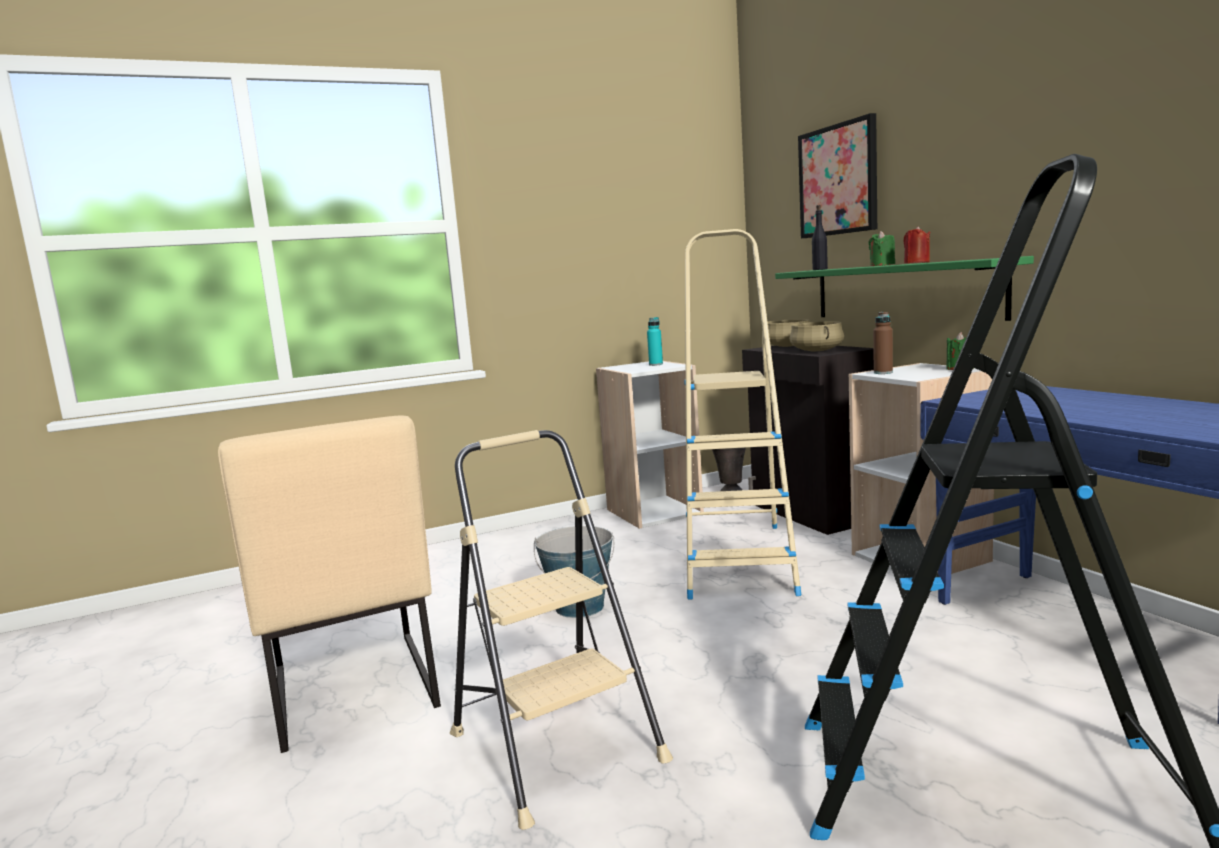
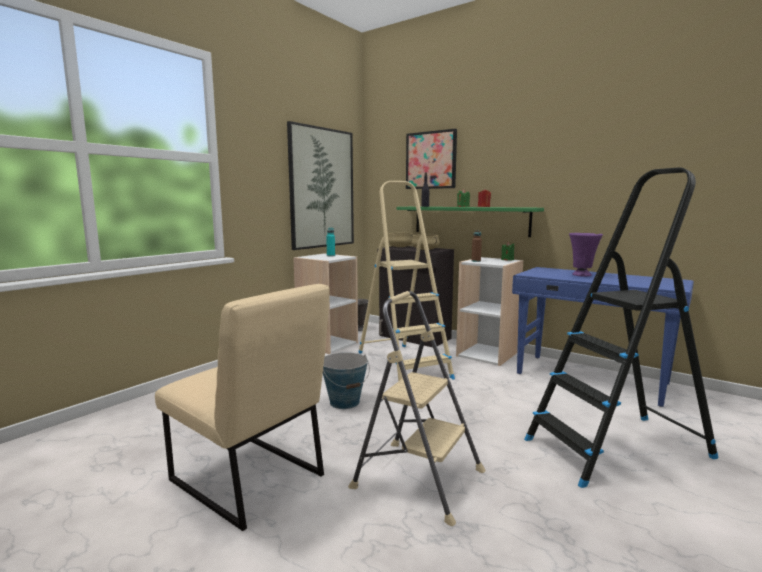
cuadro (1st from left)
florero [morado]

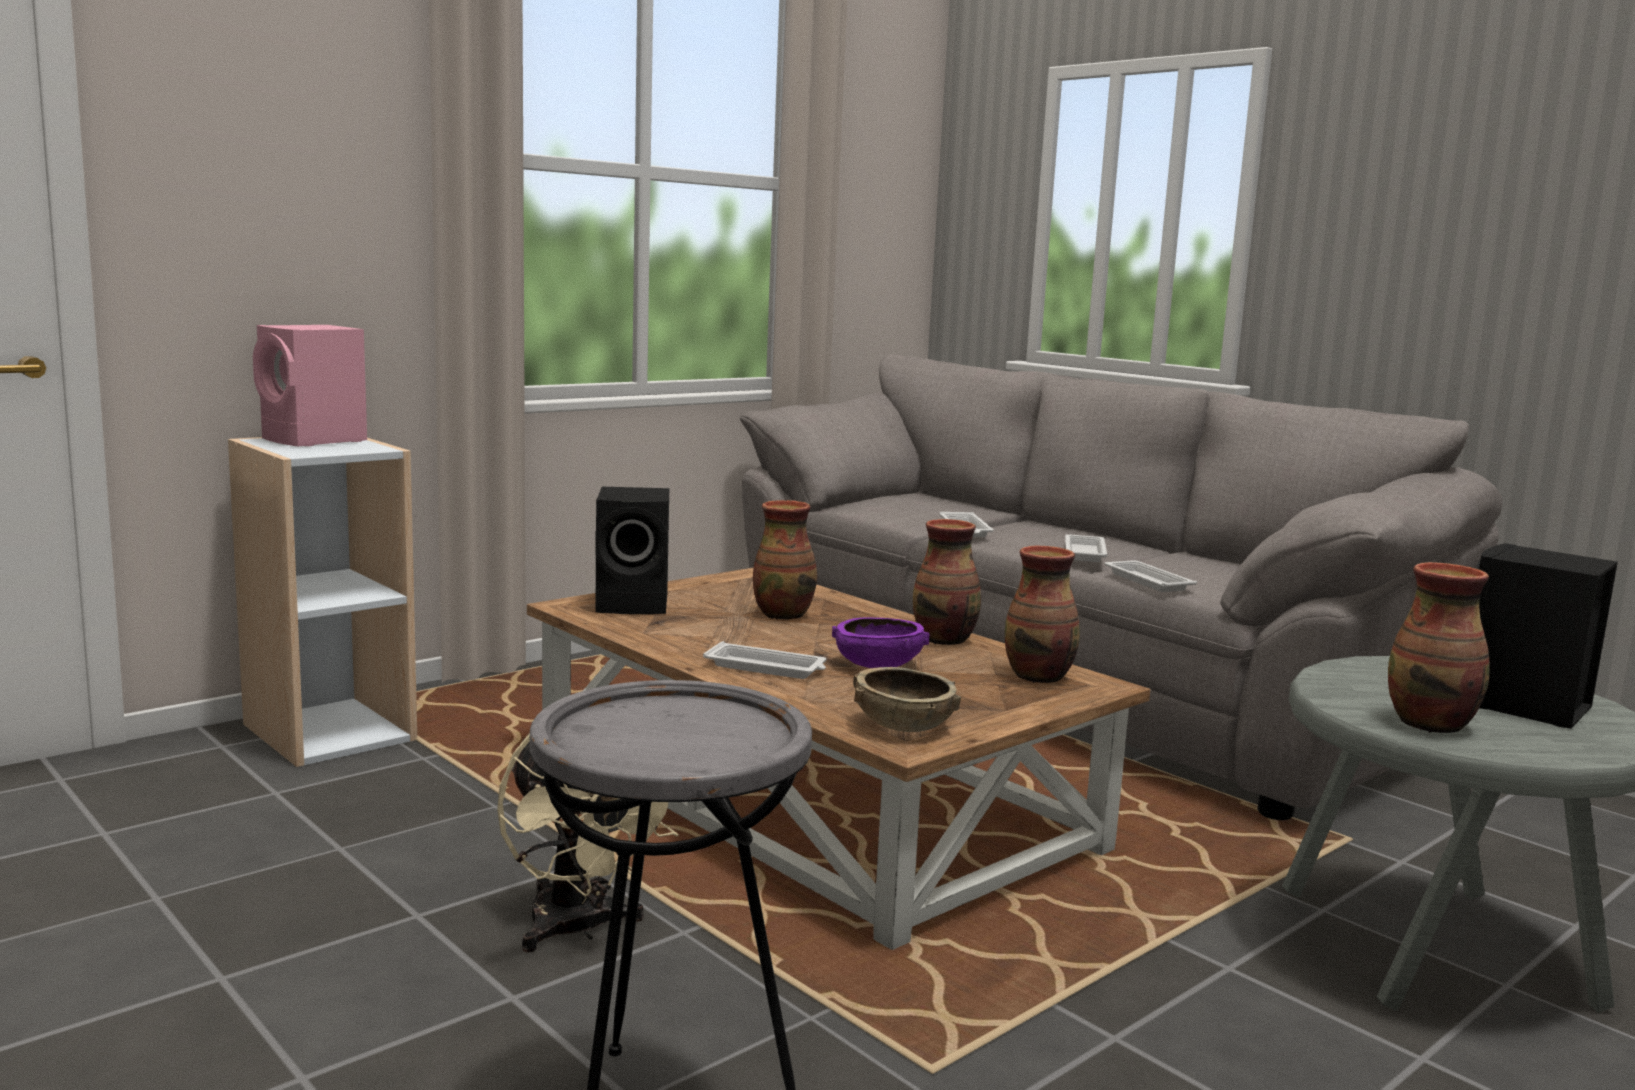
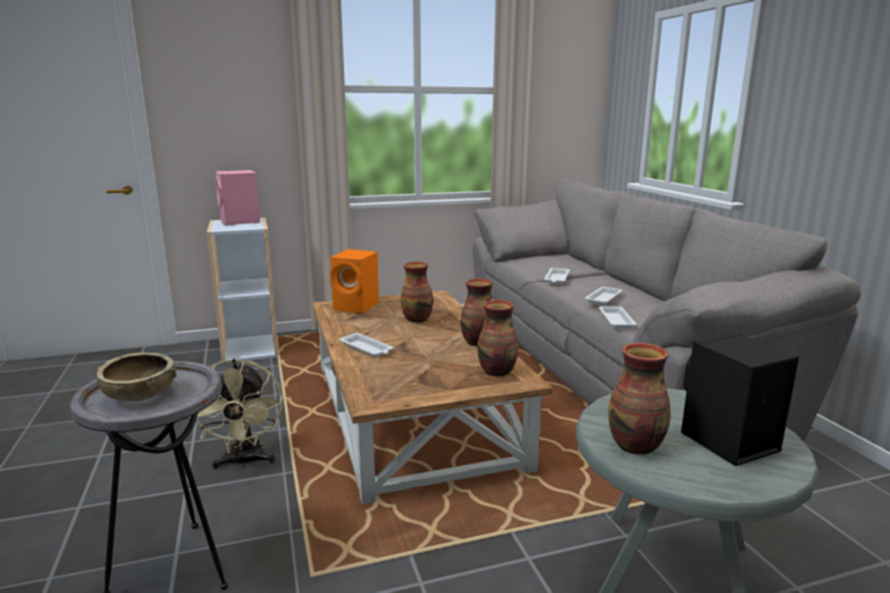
cuenco [morado]
cuenco [marrón]
altavoz [naranja]

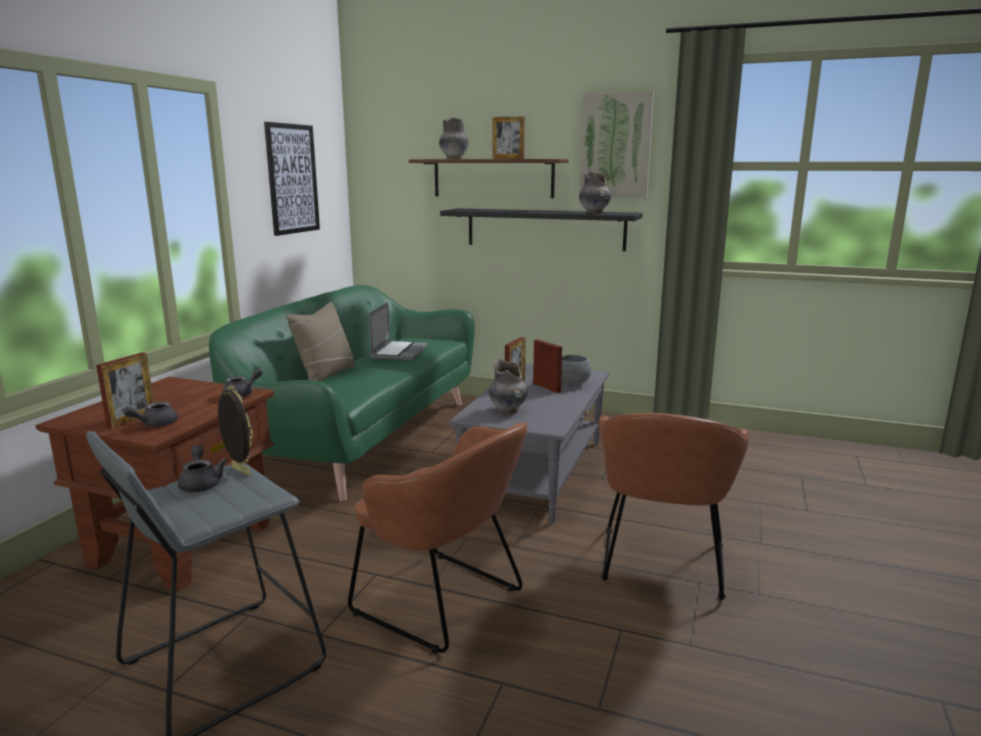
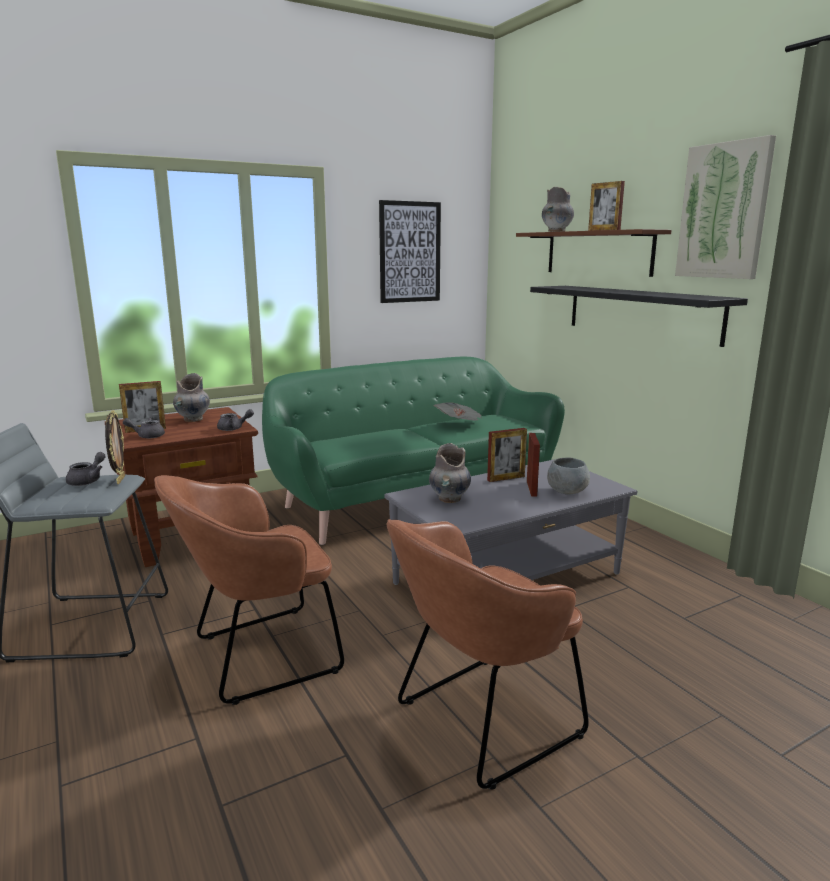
cojín [beis]
florero [gris] (1st from left)
periódico
sillón [marrón] (1st from left)

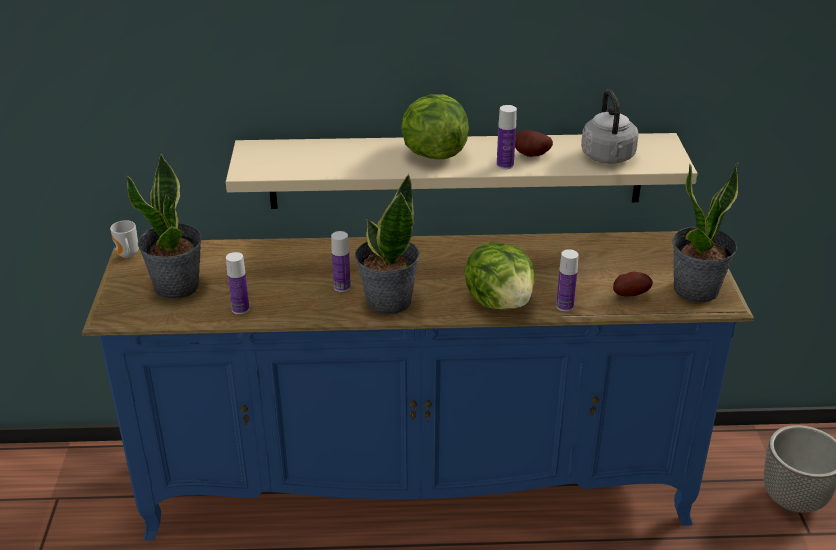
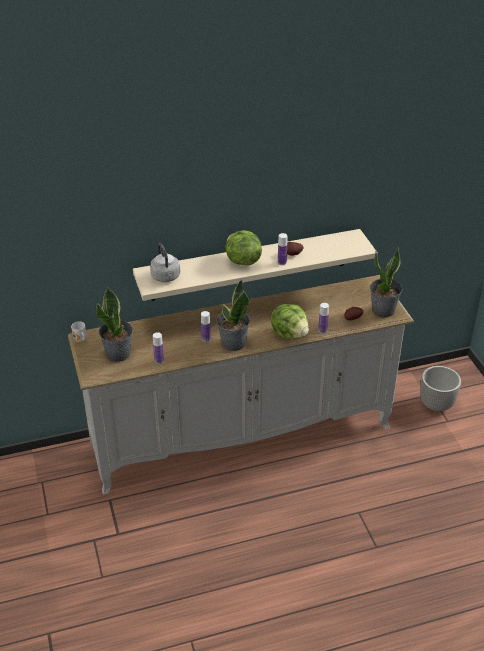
hervidor [gris]
armario [gris]

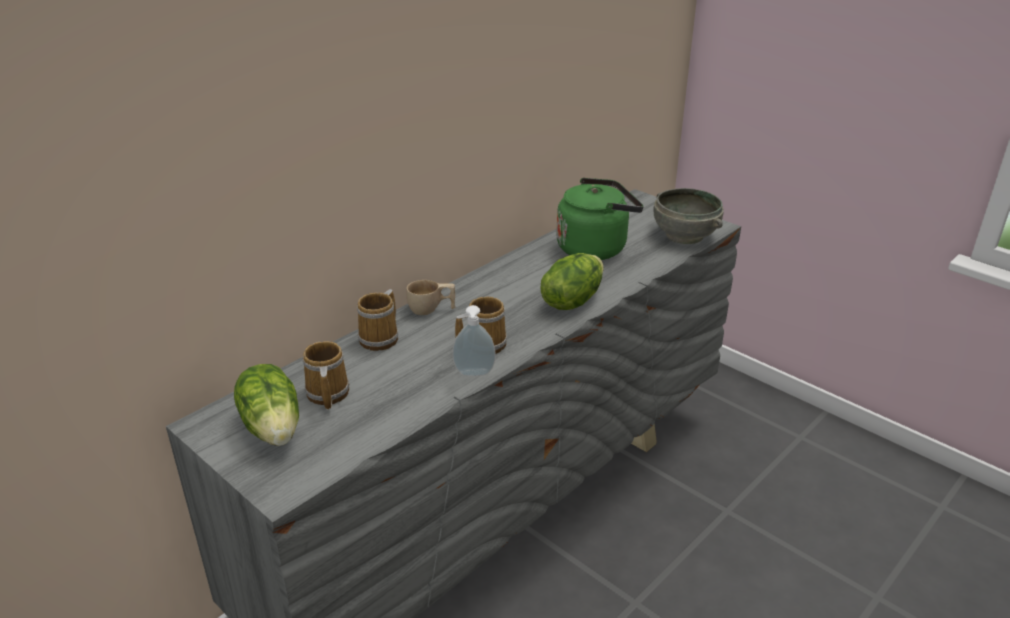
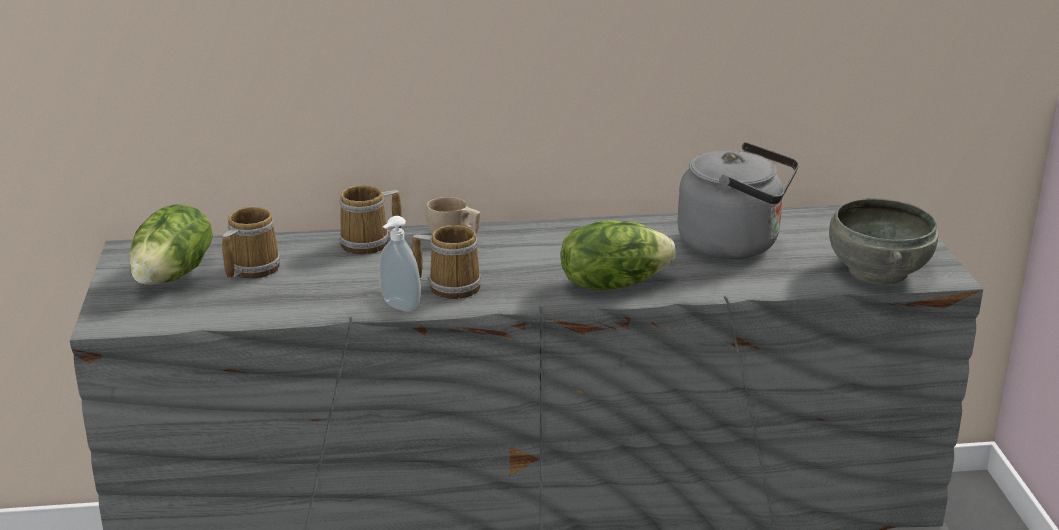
hervidor [gris]

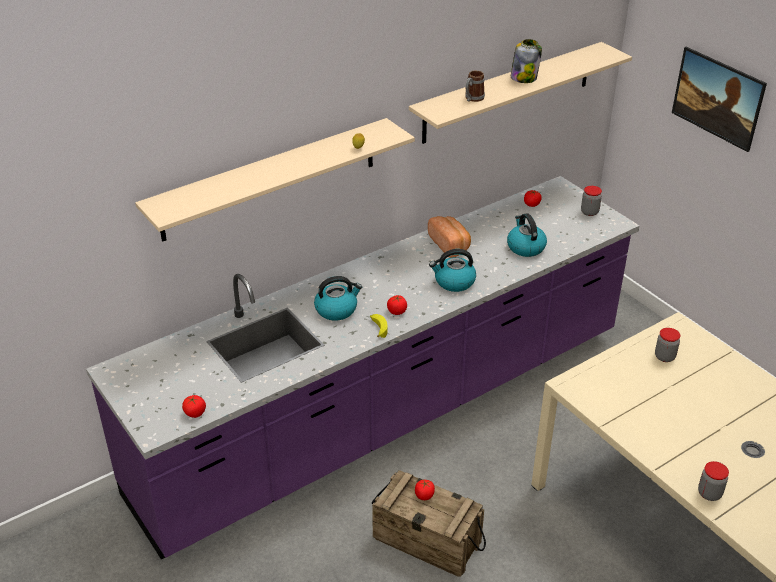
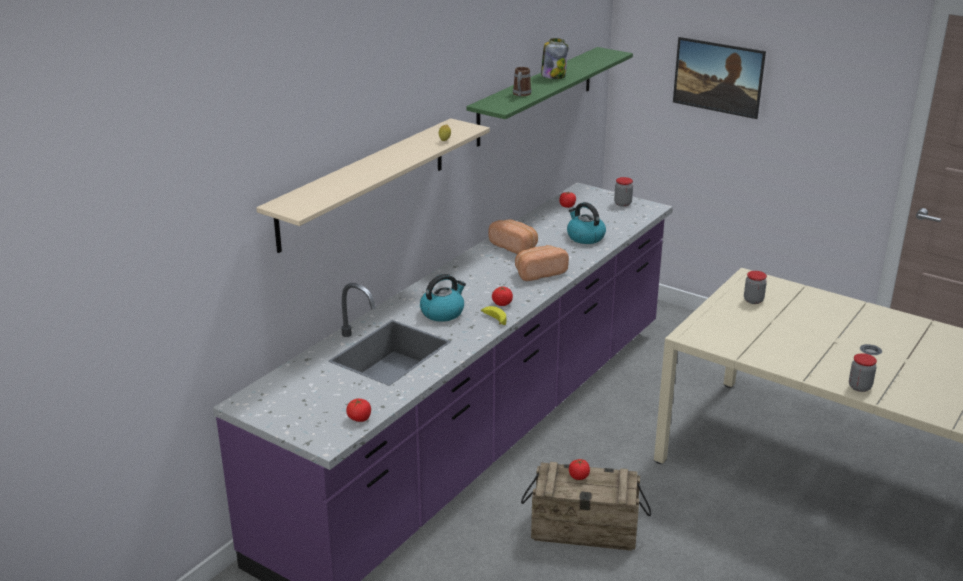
pan (2nd from left)
estante [verde]

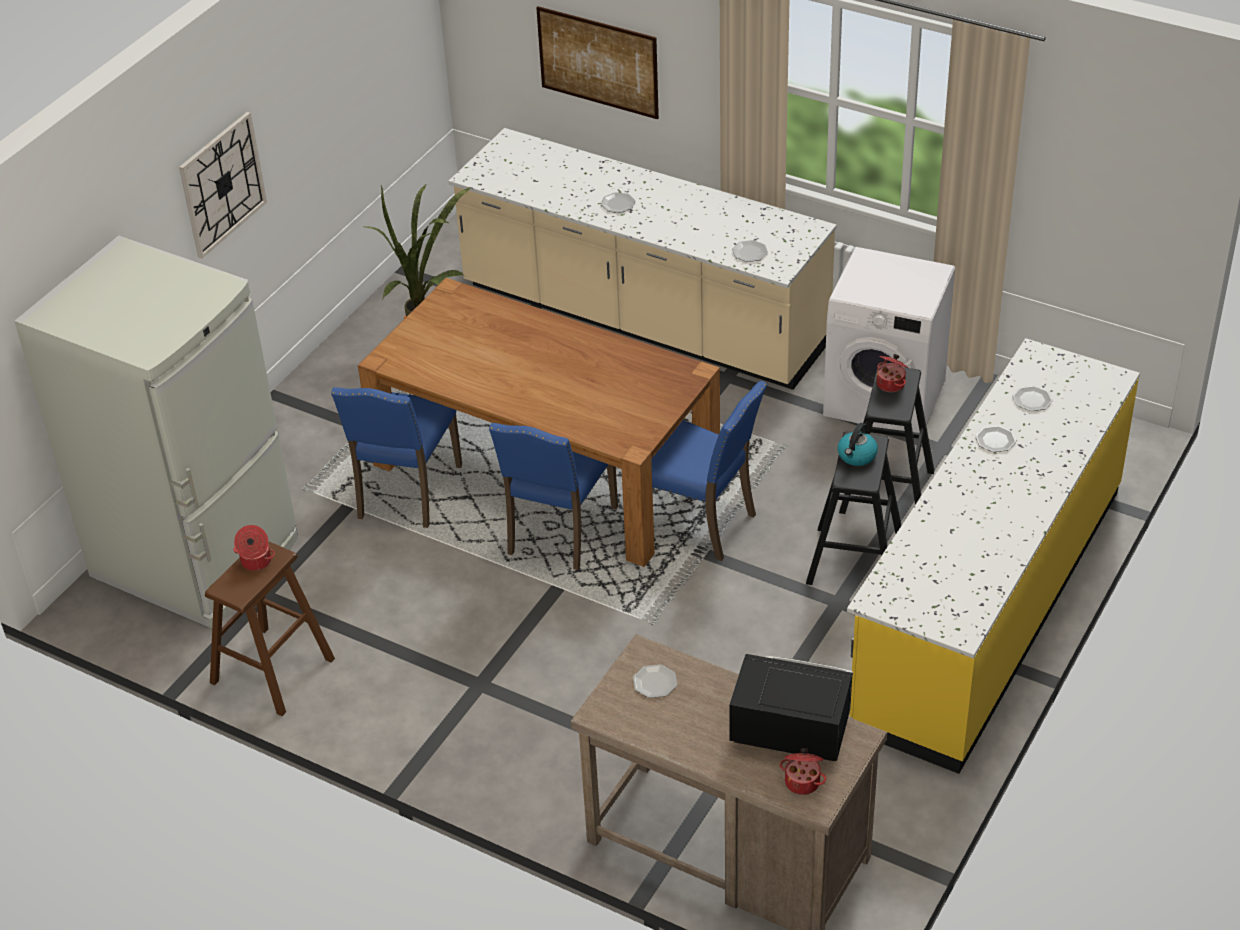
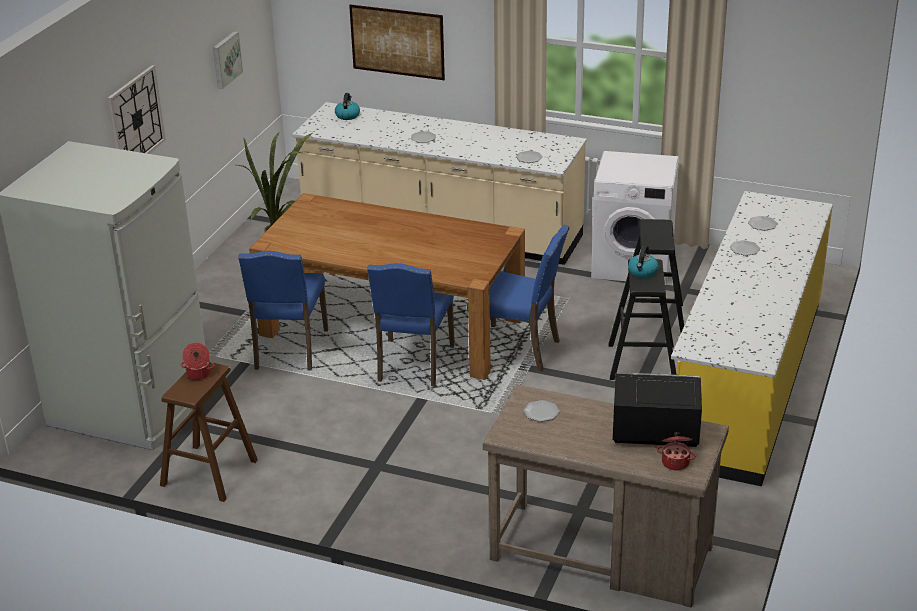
olla (3rd from left in the first image)
cuadro (1st from left)
hervidor (1st from left)

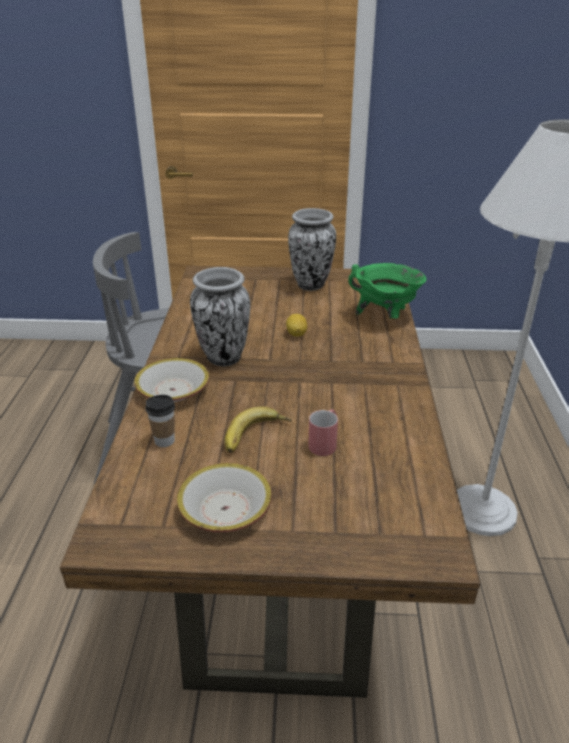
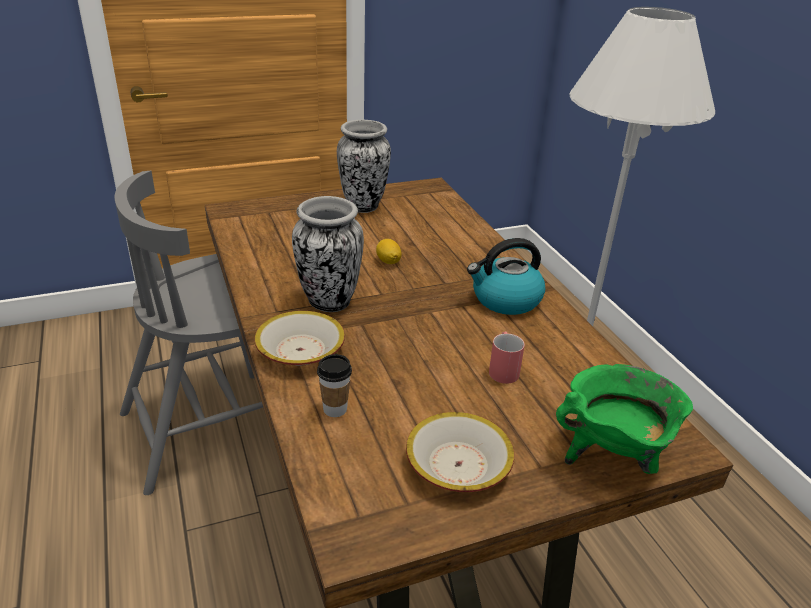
plátano
hervidor
olla [verde]

